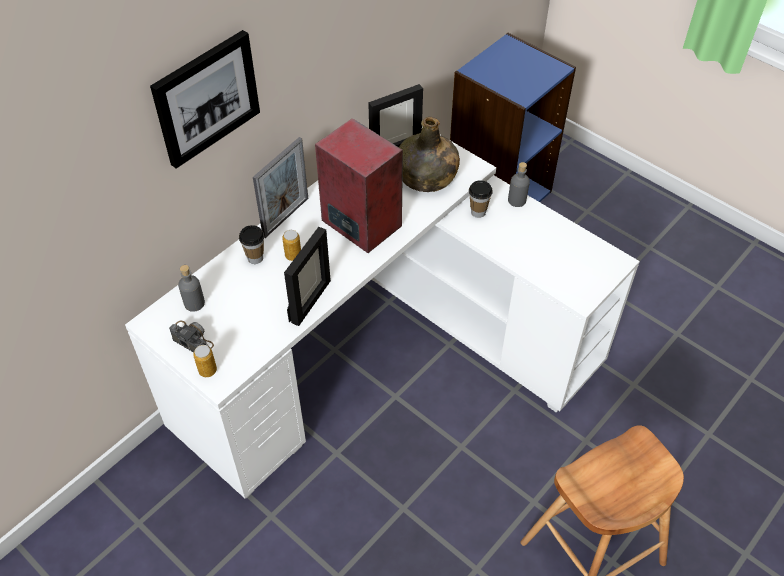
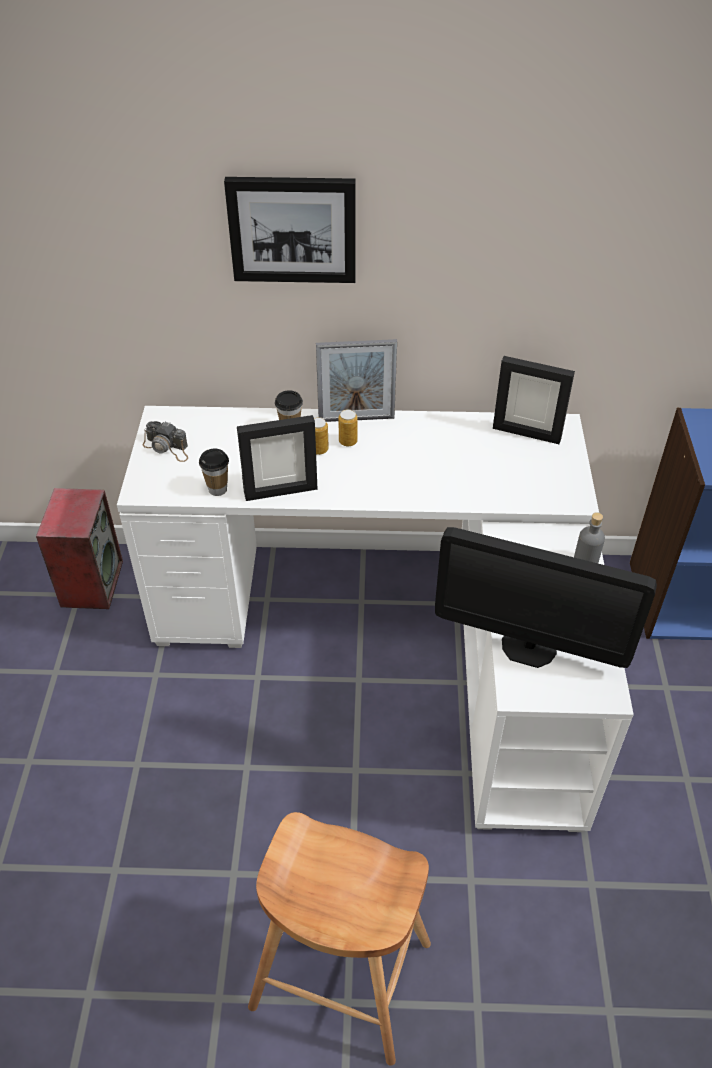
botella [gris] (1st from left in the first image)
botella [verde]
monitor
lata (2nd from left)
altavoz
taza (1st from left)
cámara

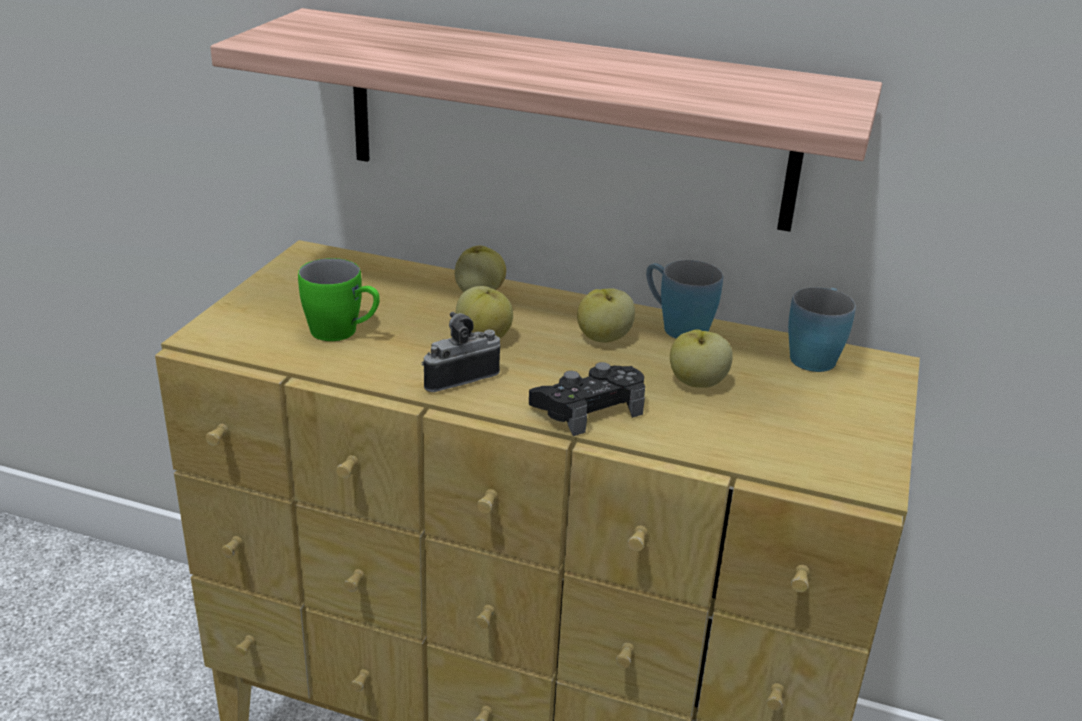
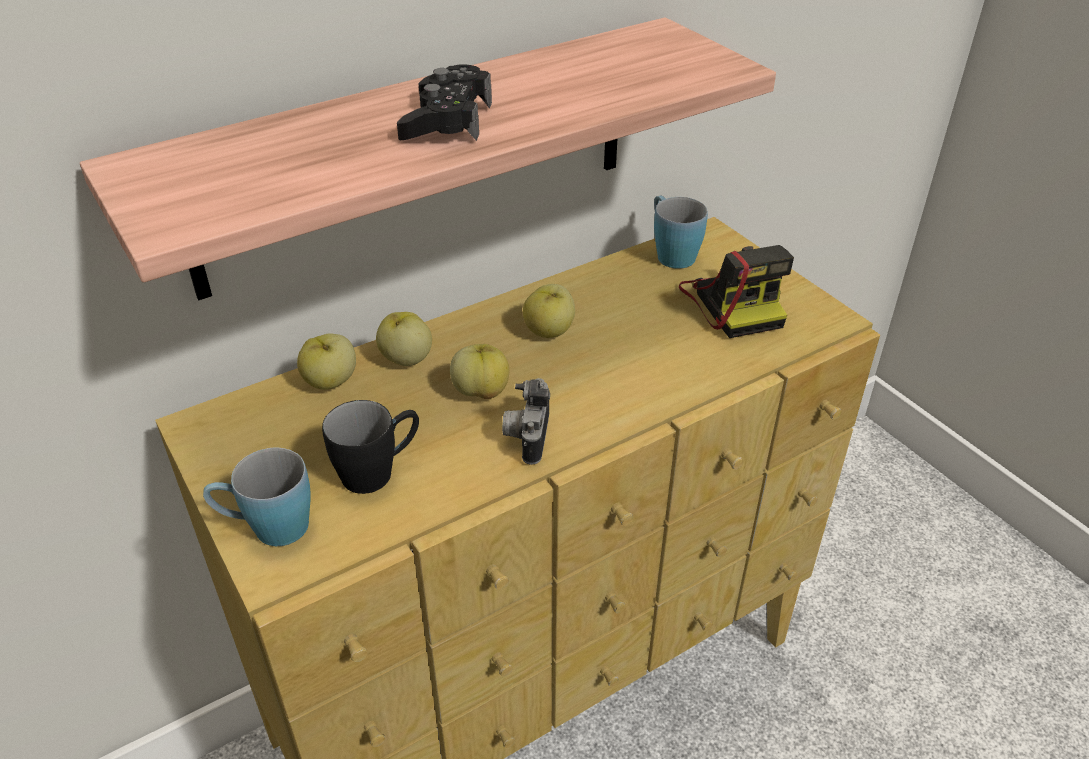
cámara (2nd from left)
mando de consola [negro]
taza grande [azul] (1st from left)
manzana (1st from left)
taza grande [negro]

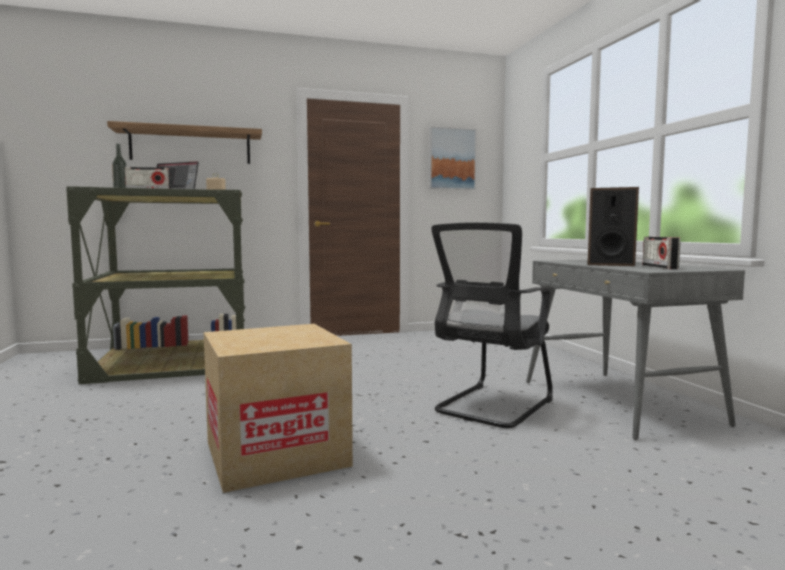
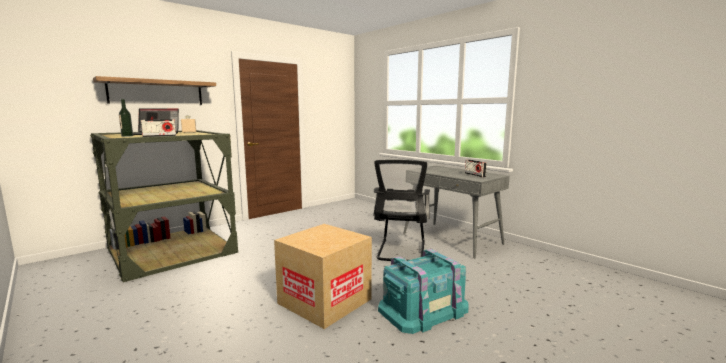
cuadro
altavoz
caja de almacenaje [turquesa]

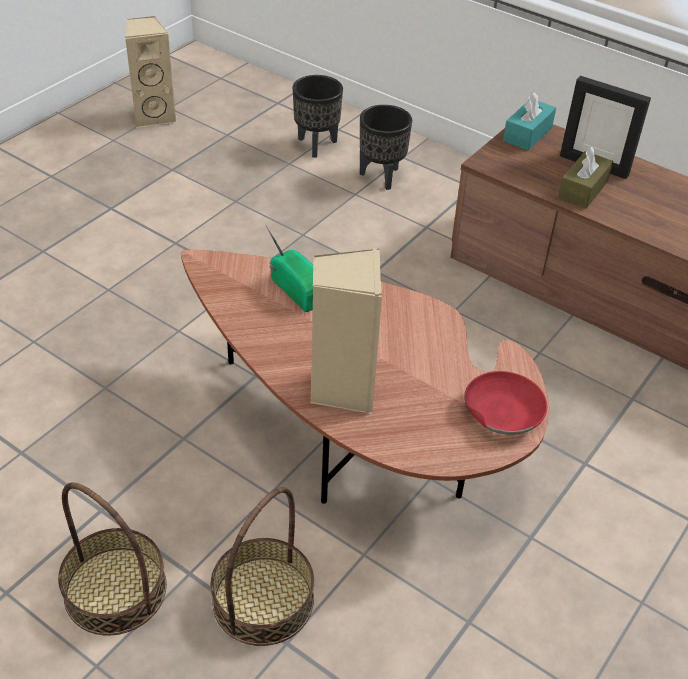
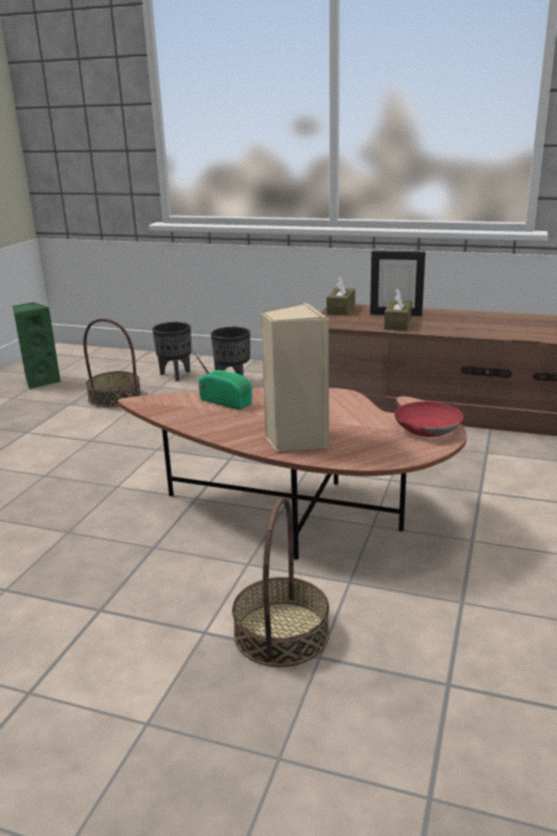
cesta (1st from left)
altavoz [verde]
caja de pañuelos [marrón] (1st from left)

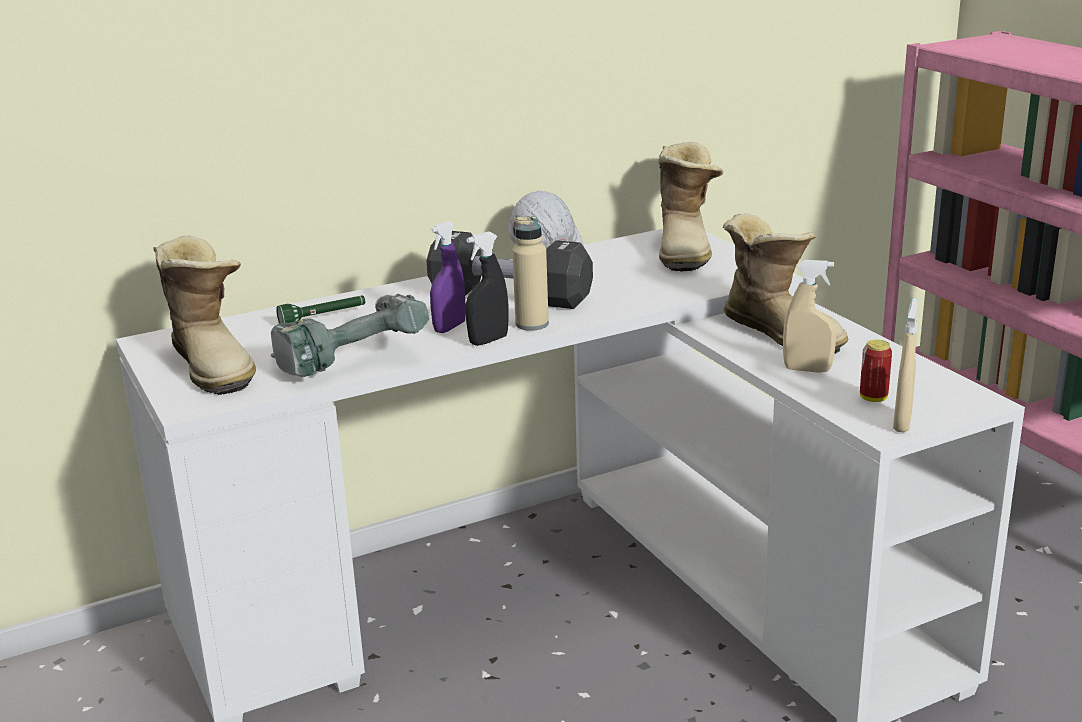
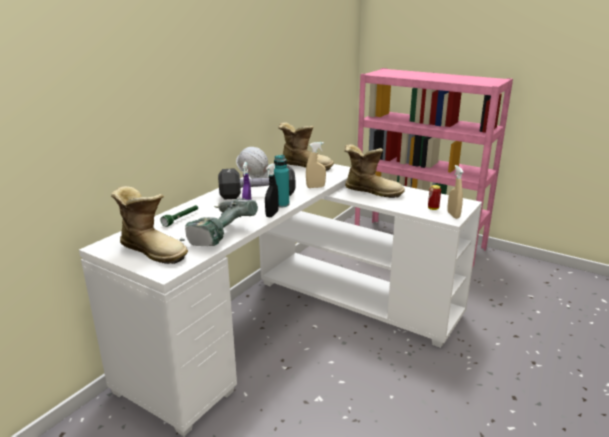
pulverizador [beis] (1st from left)
botella [turquesa]
bota (2nd from left)

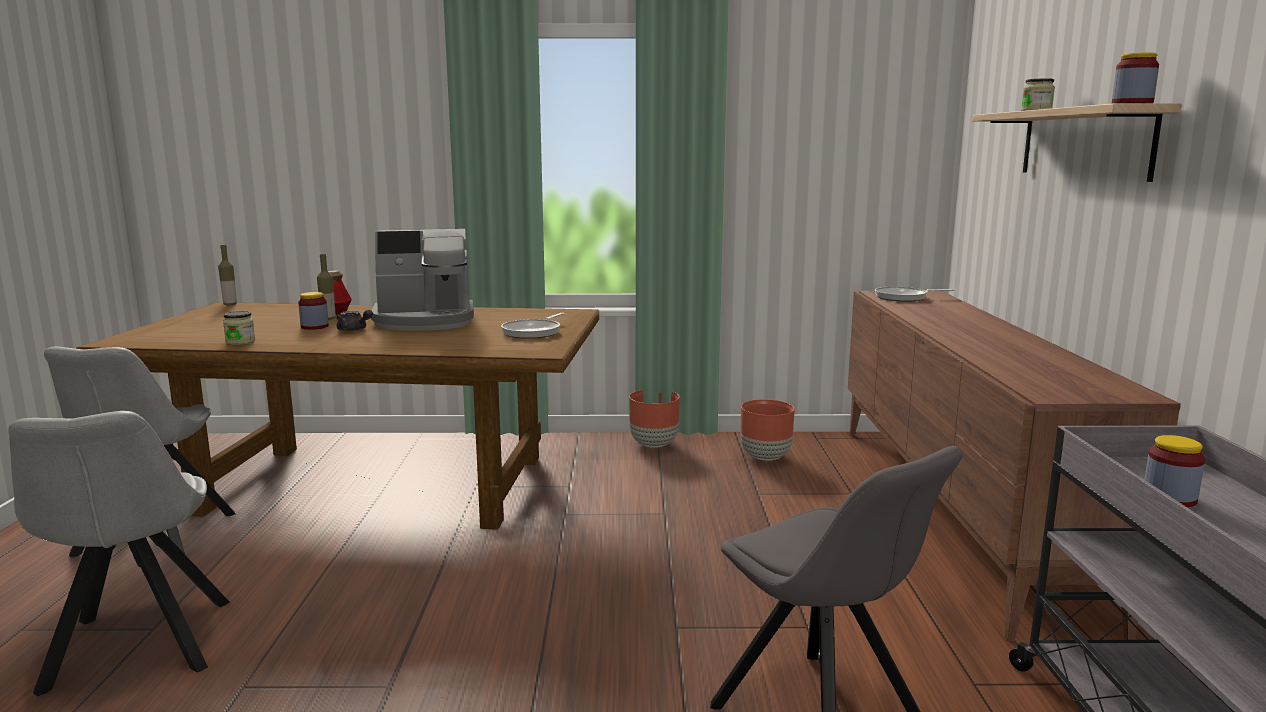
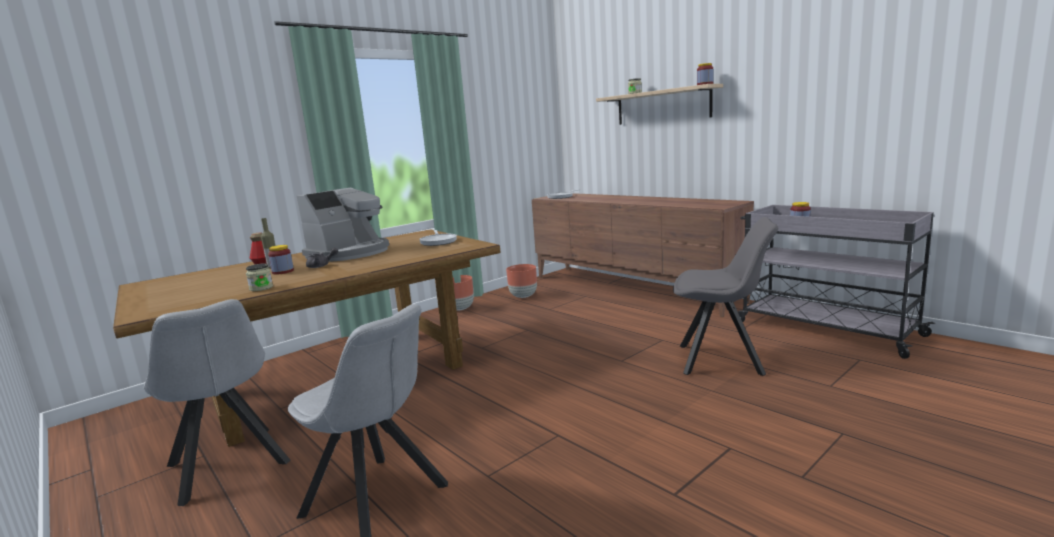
botella (1st from left in the first image)

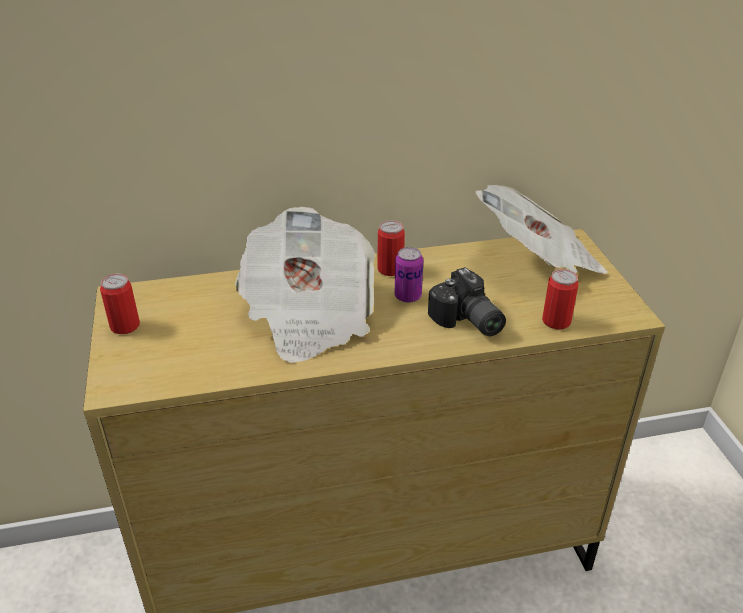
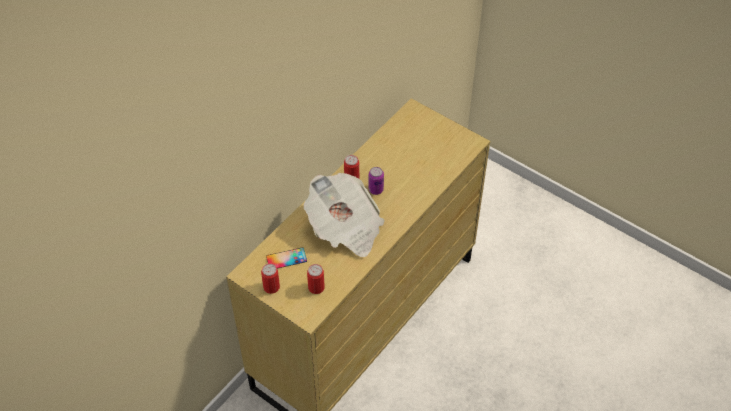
cámara
periódico (2nd from left in the first image)
móvil
lata (2nd from left)

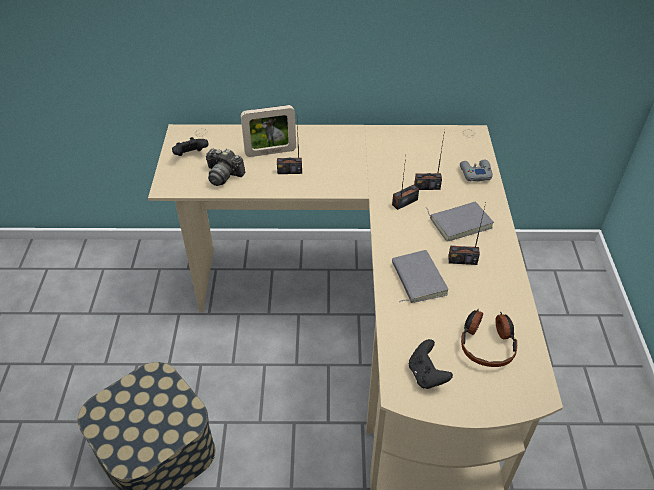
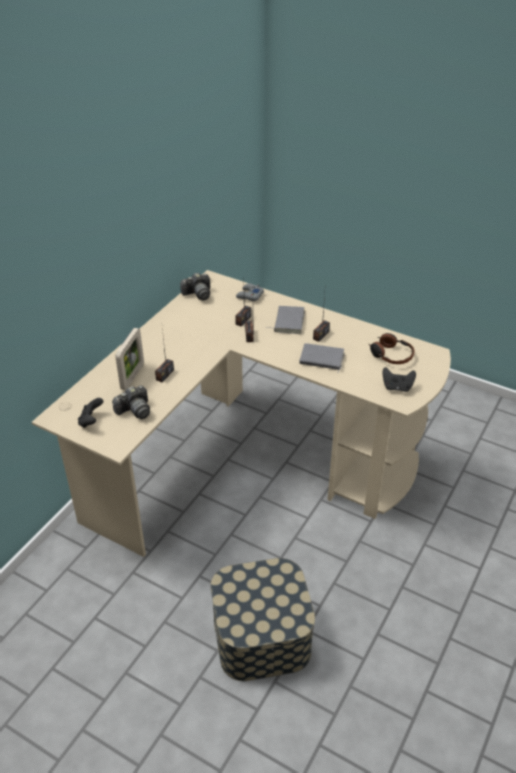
cámara (2nd from left)

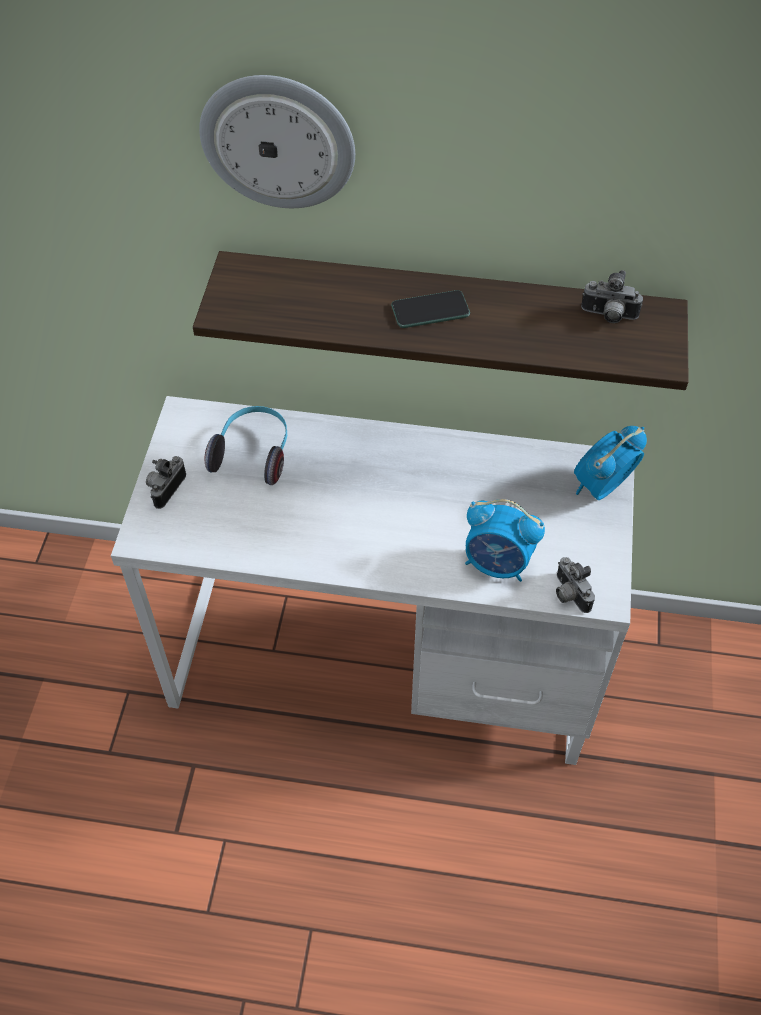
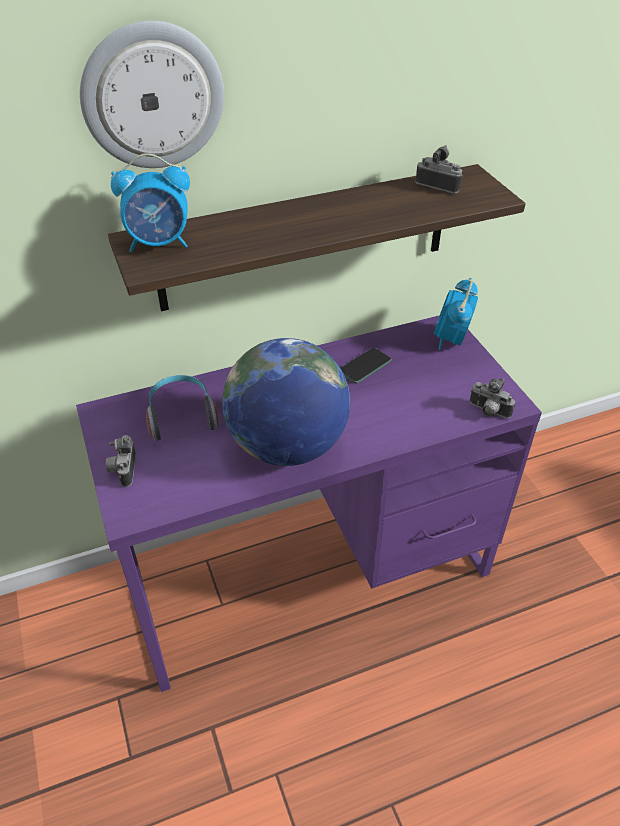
globo terráqueo
móvil
despertador (1st from left)
escritorio [morado]
cámara (2nd from left)

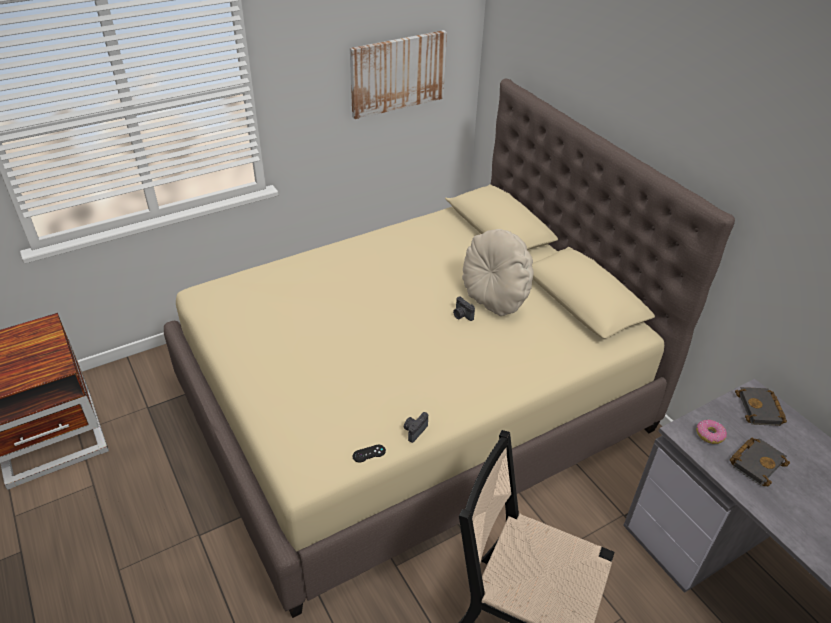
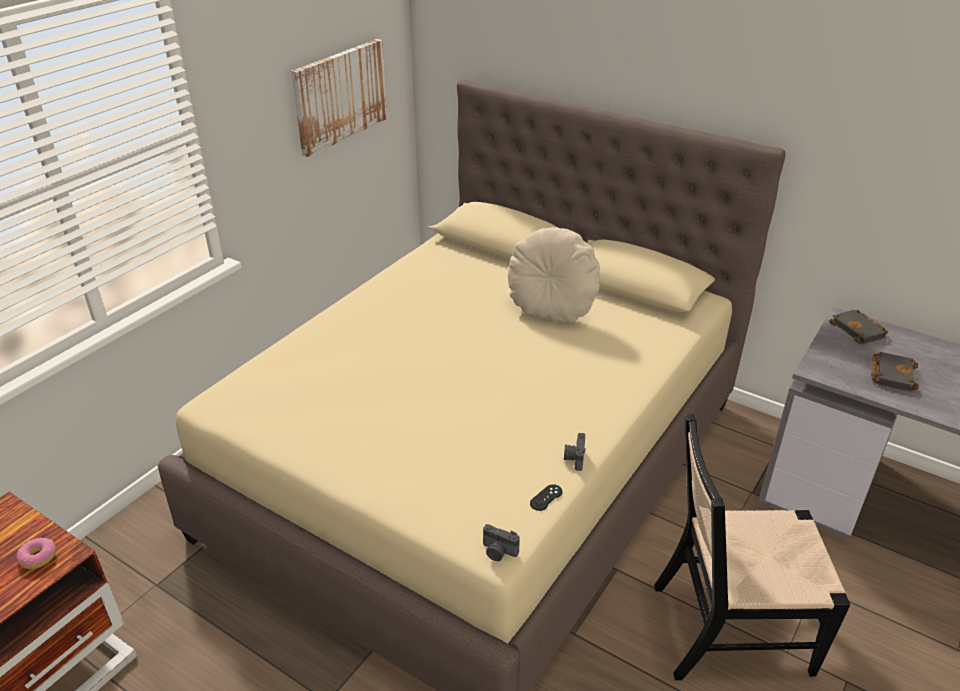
cámara (1st from left)
rosquilla

